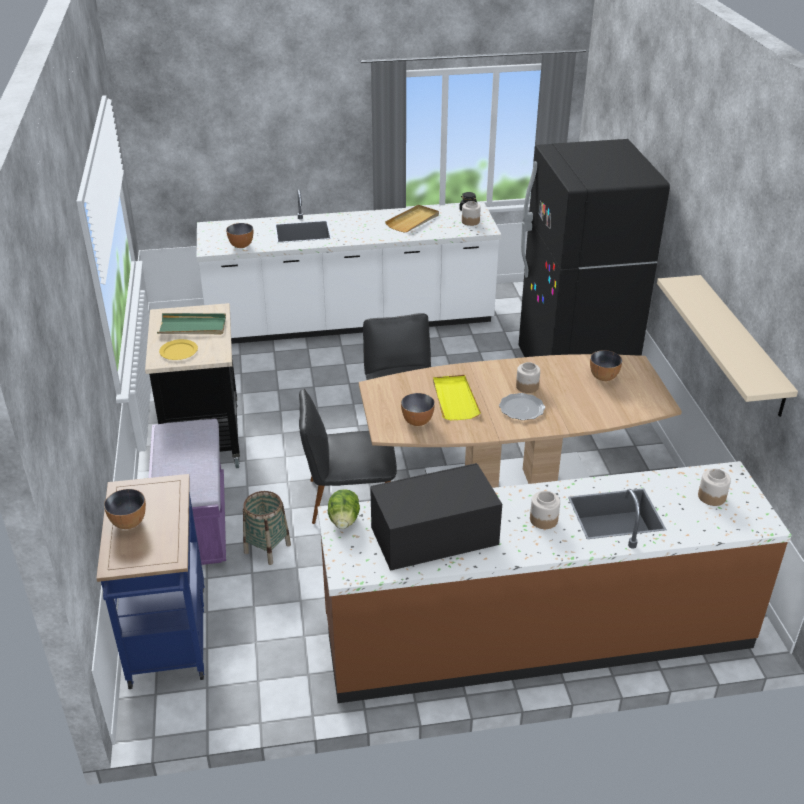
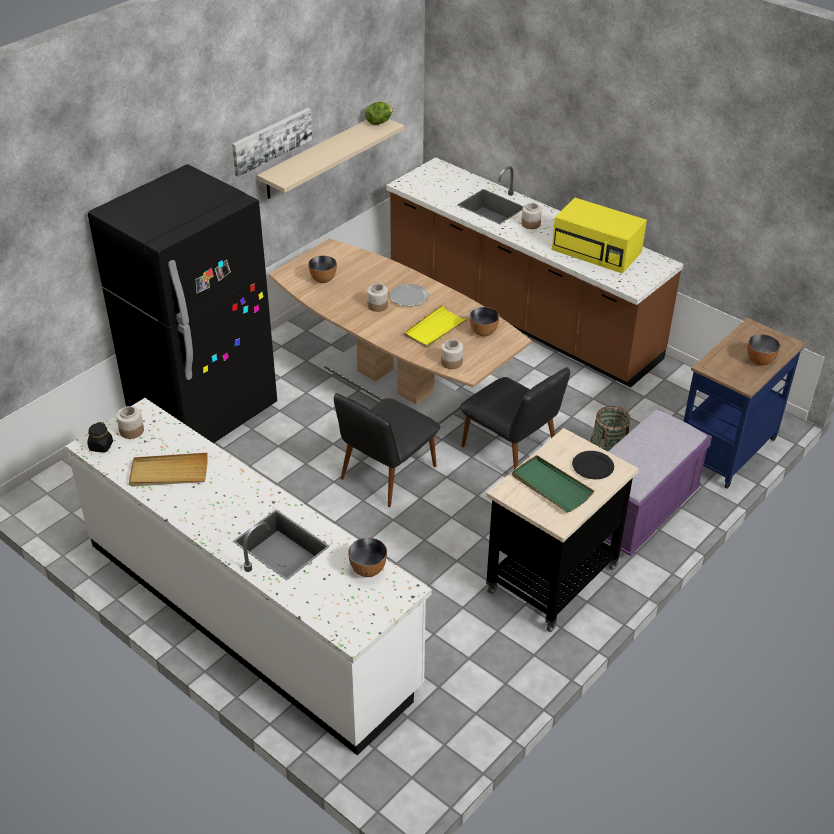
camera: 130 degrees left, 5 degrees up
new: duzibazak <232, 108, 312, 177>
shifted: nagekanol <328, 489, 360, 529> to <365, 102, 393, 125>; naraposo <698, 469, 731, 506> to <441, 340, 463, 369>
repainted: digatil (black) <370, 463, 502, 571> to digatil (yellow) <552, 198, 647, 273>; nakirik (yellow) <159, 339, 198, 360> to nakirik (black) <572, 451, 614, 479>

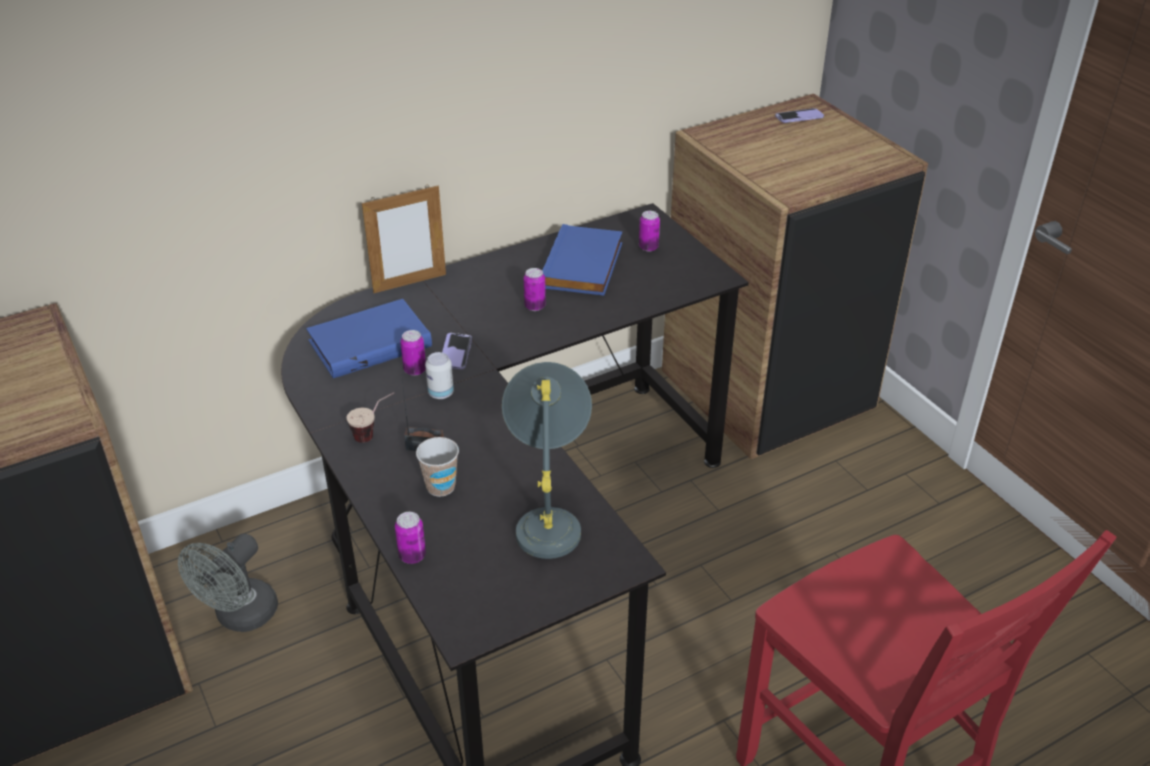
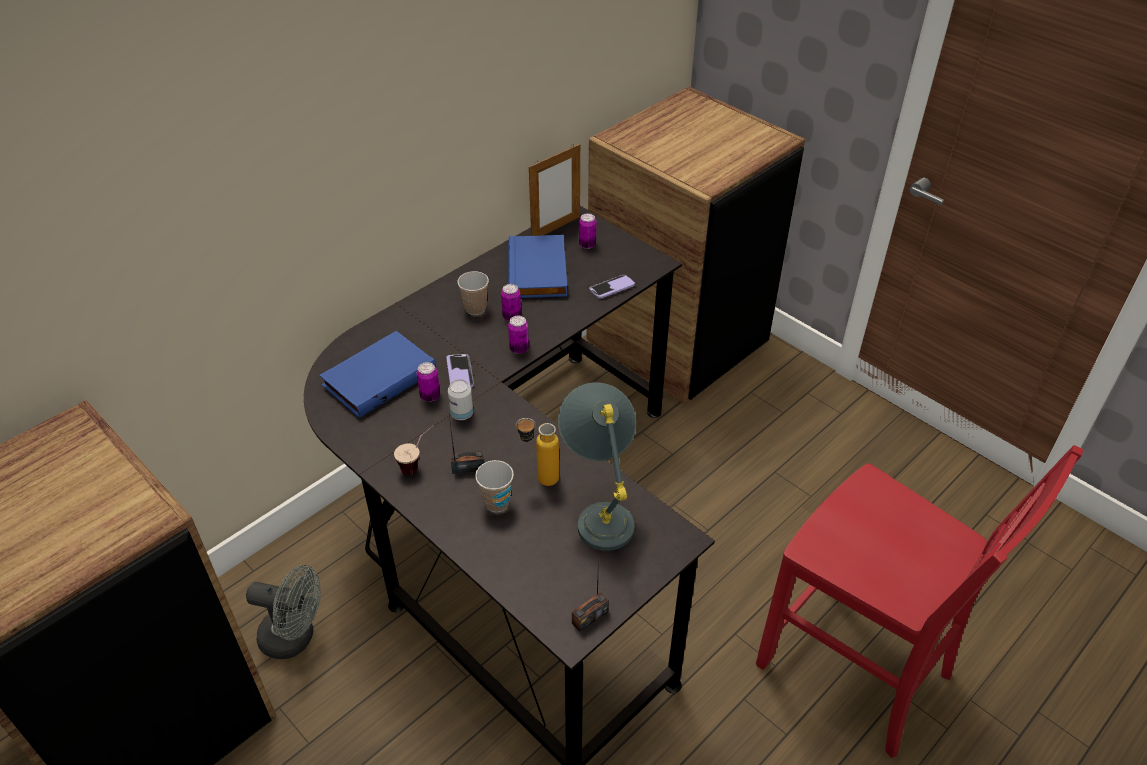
camera: 15 degrees left, 5 degrees up
new: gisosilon <457, 271, 489, 315>; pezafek <516, 418, 559, 486>; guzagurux <572, 551, 609, 632>
shifted: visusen <395, 512, 426, 564> to <508, 316, 529, 354>; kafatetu <362, 185, 446, 293> to <529, 144, 580, 236>; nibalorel <775, 108, 824, 123> to <589, 275, 635, 299>
rotated: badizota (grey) <178, 533, 278, 632> = <246, 565, 321, 659> 90 degrees counterclockwise

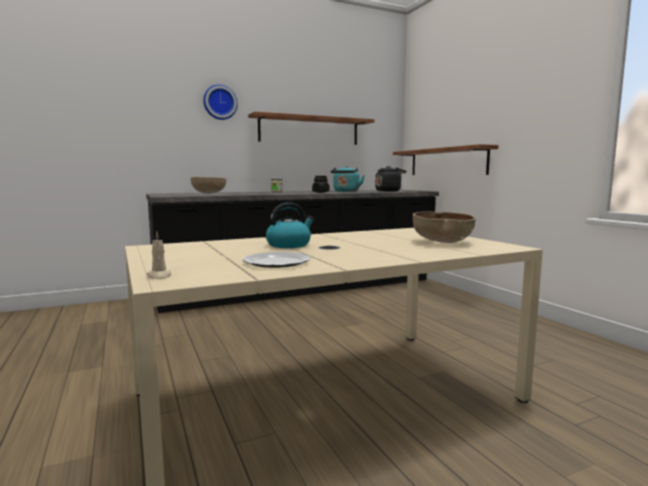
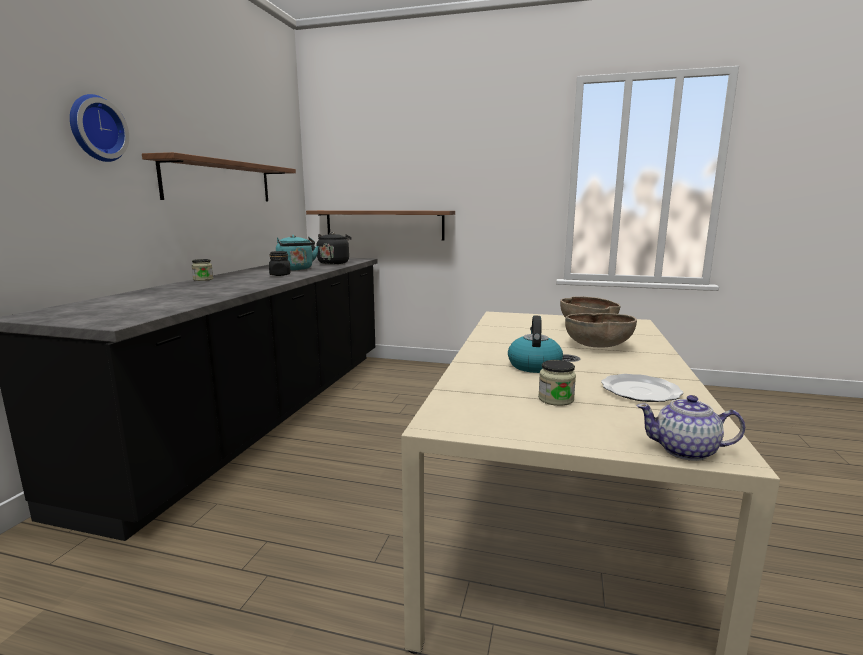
camera: 50 degrees left, 5 degrees up
new: naraposo <538, 360, 576, 406>
shifted: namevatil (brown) <191, 177, 226, 194> to <565, 313, 637, 347>
swapped: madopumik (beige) <147, 231, 171, 279> to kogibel <637, 395, 745, 461>

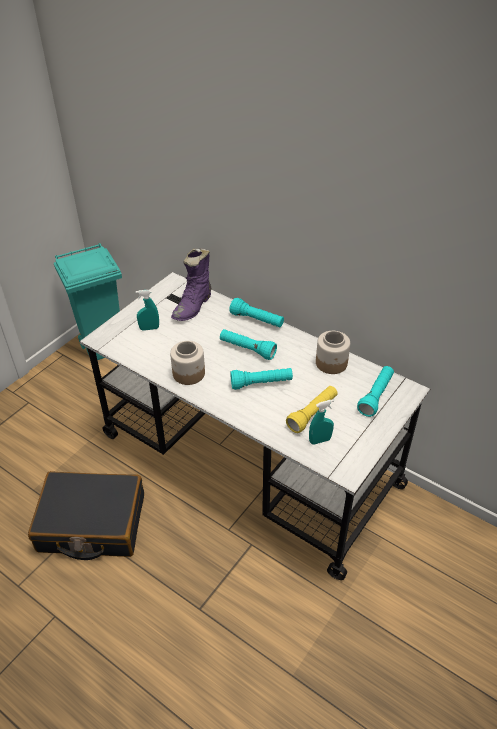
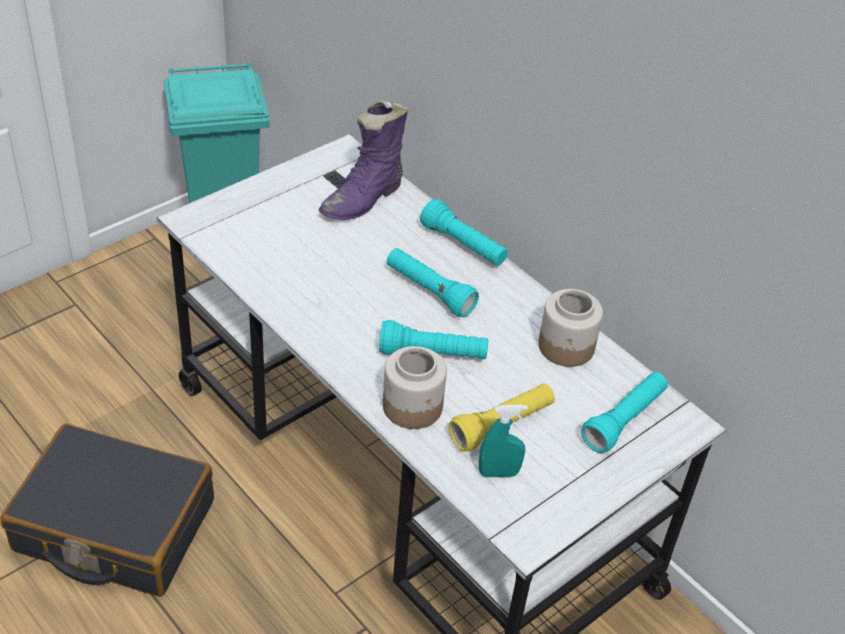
camera: 10 degrees right, 0 degrees up
gone: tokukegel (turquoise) <136, 290, 159, 331>
shifted: naraposo <170, 341, 205, 385> to <383, 346, 447, 429>

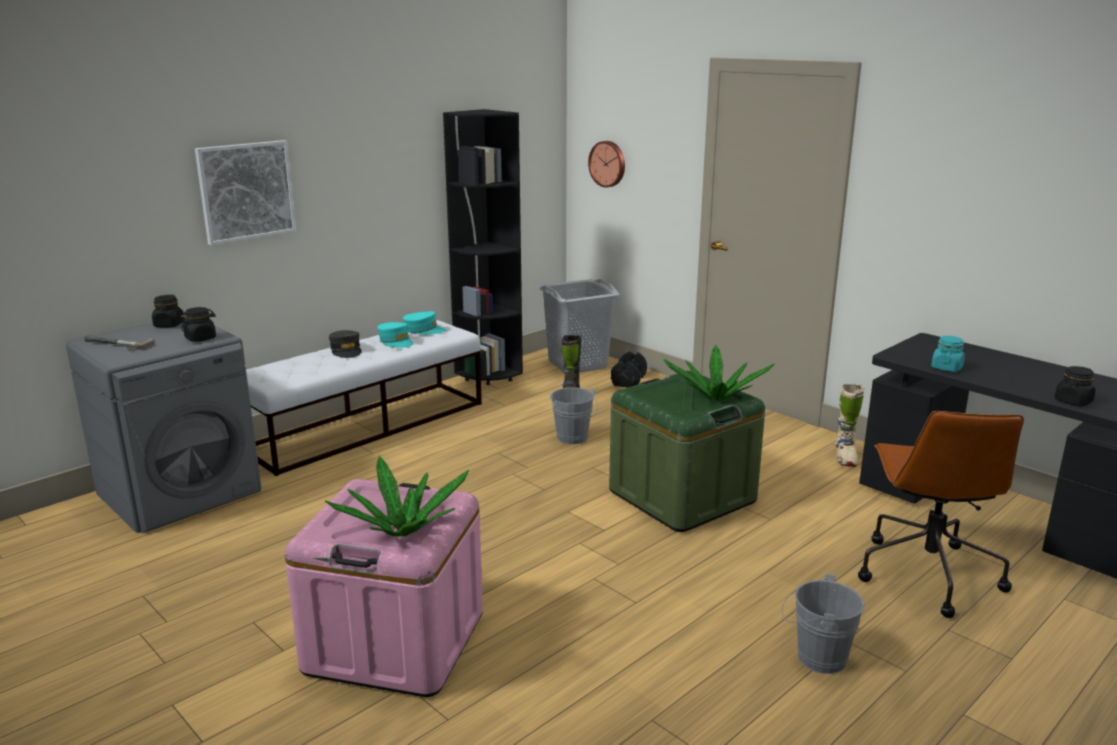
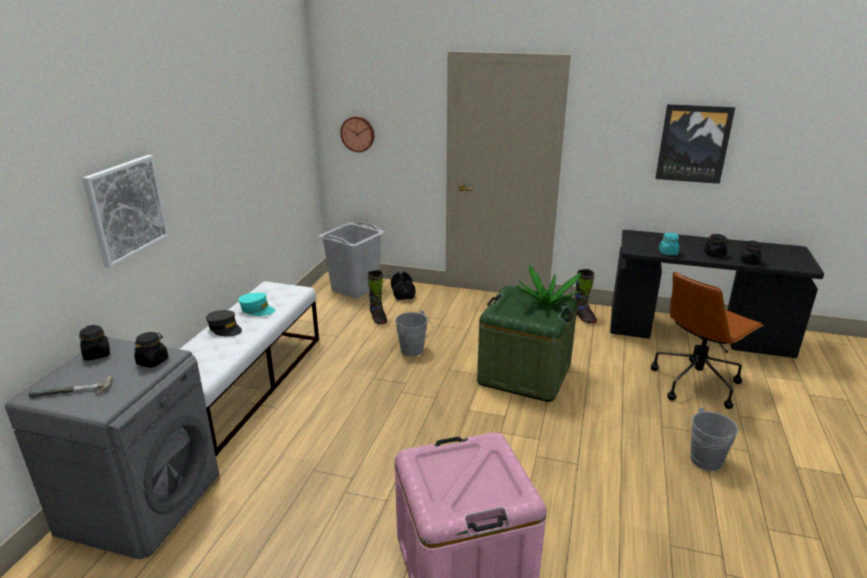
camera: 30 degrees left, 5 degrees up
gone: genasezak <325, 456, 469, 536>; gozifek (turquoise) <403, 311, 446, 335>; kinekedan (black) <443, 109, 523, 385>
new: duzibazak <655, 104, 735, 184>; naraposo (black) <704, 234, 729, 257>
repainted: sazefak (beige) <835, 384, 865, 467> to sazefak (black) <575, 269, 597, 323>
rotated: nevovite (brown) <858, 411, 1024, 618> = <651, 272, 764, 409> 75 degrees clockwise

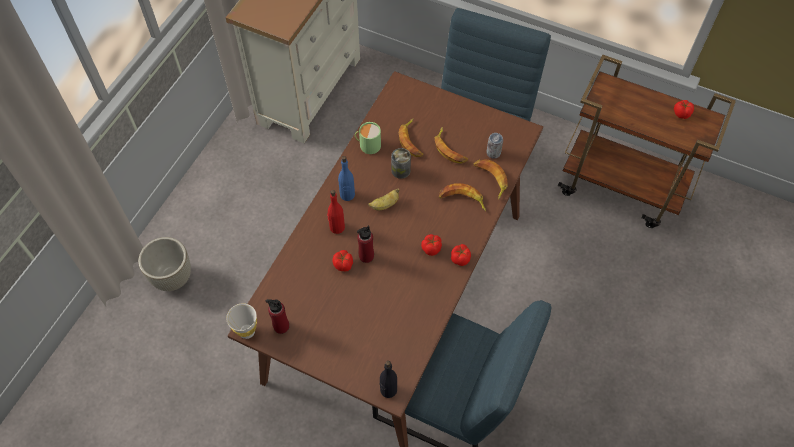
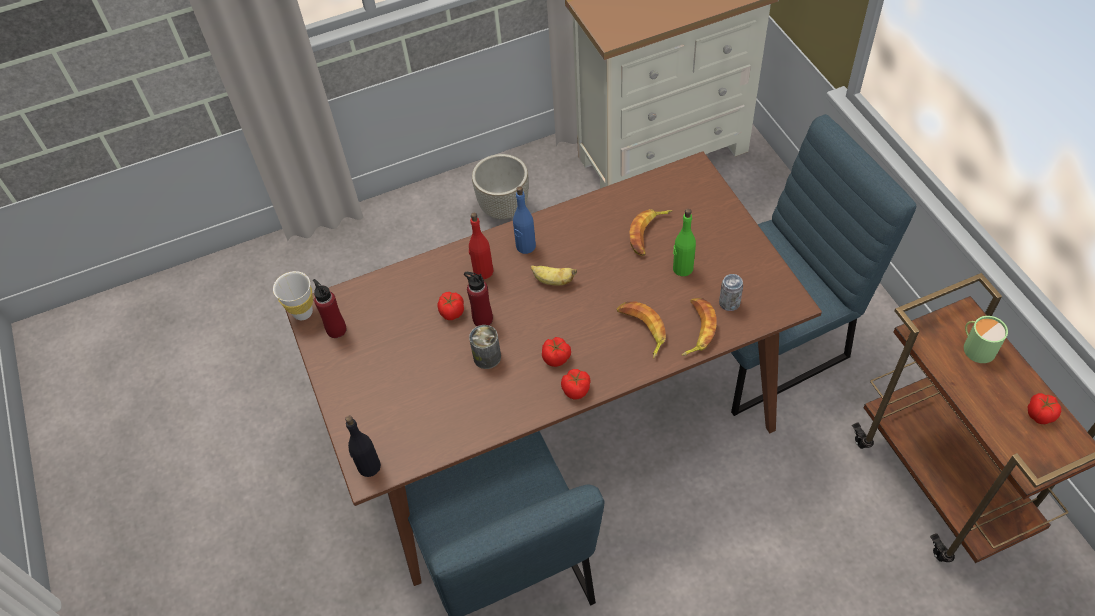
camera: 45 degrees right, 5 degrees down
shifted: visusen <391, 148, 411, 179> to <469, 325, 501, 369>; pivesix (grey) <138, 237, 191, 291> to <472, 154, 529, 219>; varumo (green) <355, 122, 381, 154> to <963, 316, 1008, 363>
swapped: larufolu <435, 127, 468, 164> to pezafek (green) <673, 209, 696, 276>

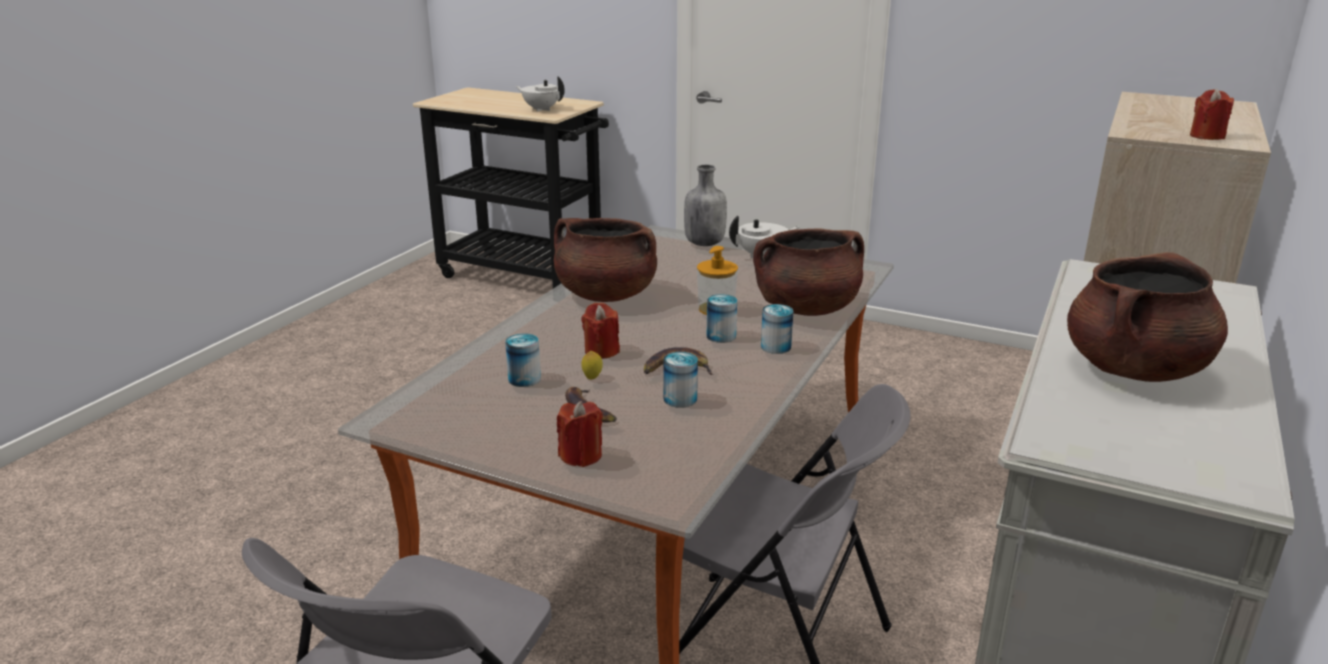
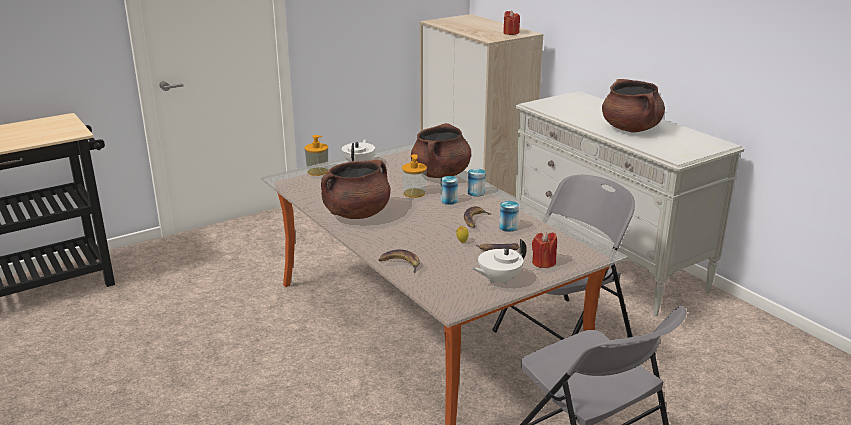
camera: 60 degrees left, 0 degrees up
gone: visusen <505, 333, 541, 387>; madopumik (red) <582, 303, 620, 359>
new: larufolu <379, 249, 420, 273>
shifted: kogibel (white) <516, 76, 565, 112> to <471, 239, 527, 285>
swapped: pezafek (grey) <684, 165, 727, 246> to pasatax <305, 135, 328, 176>

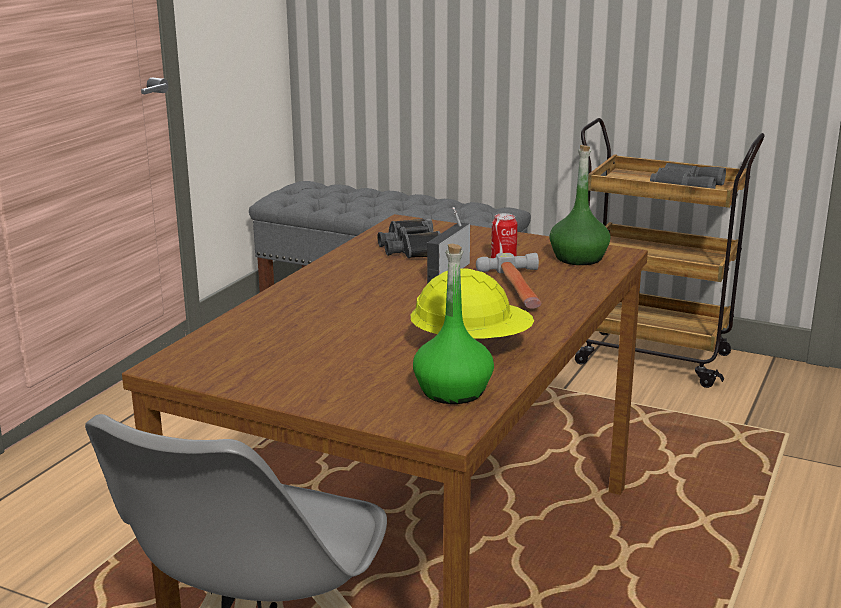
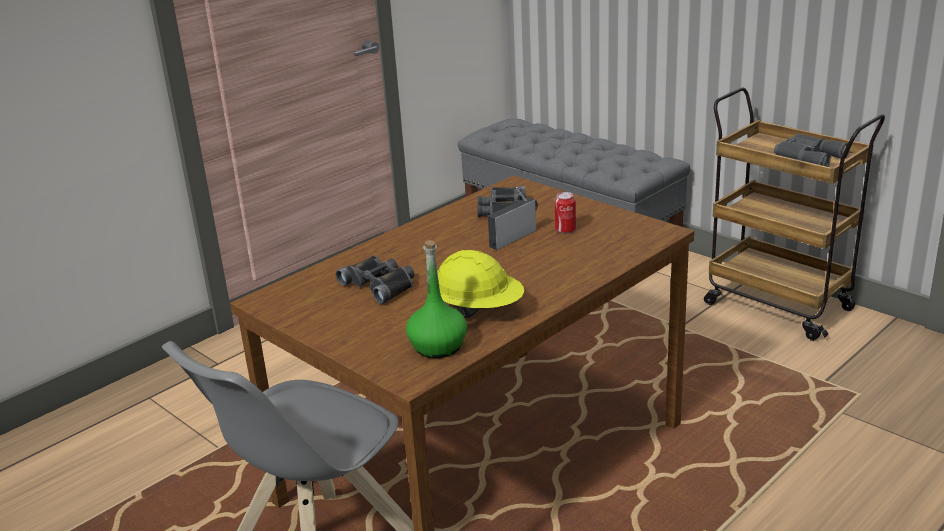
camera: 20 degrees right, 5 degrees up
gone: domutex <476, 253, 541, 309>; pezafek (green) <549, 145, 610, 265>
new: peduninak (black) <336, 255, 414, 304>

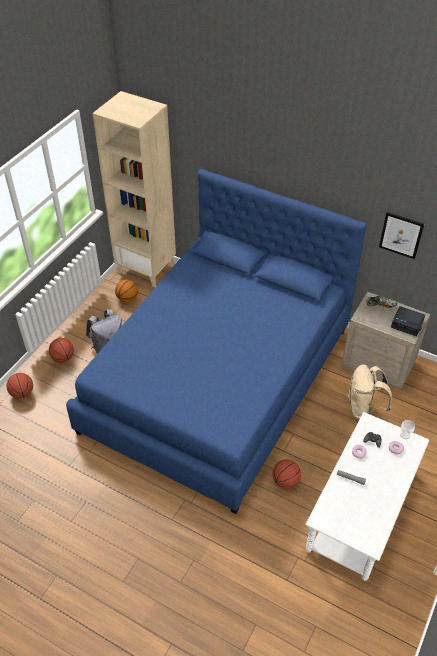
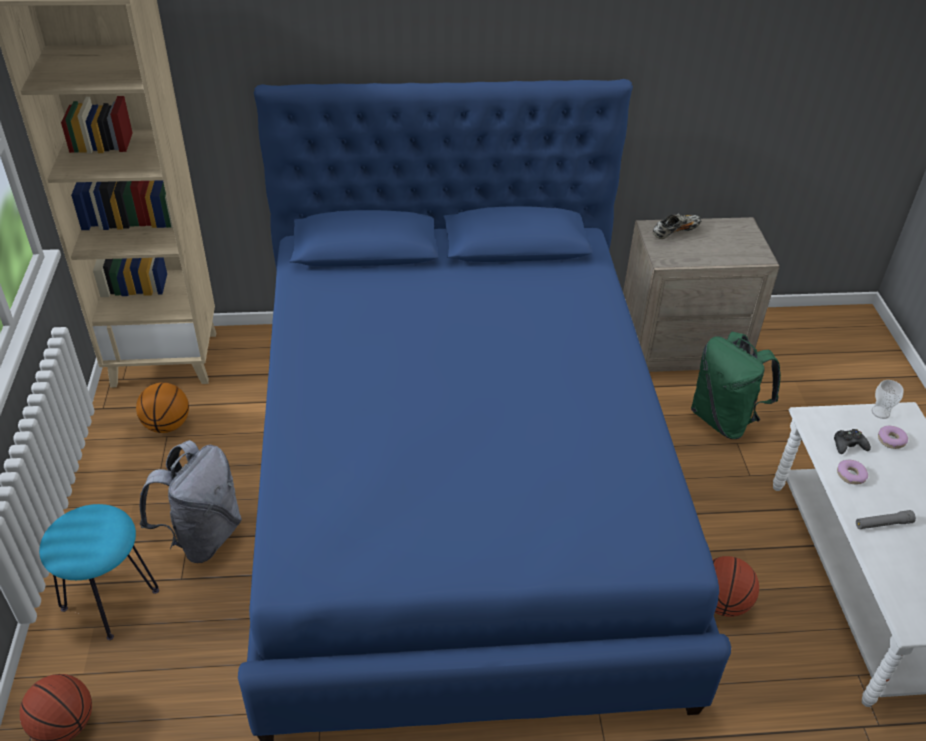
camera: 35 degrees left, 5 degrees down
gone: duzibazak <379, 212, 424, 259>; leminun <391, 306, 425, 336>
swapped: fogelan <49, 338, 74, 362> to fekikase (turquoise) <39, 504, 159, 640>
repainted: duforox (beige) <348, 364, 392, 419> to duforox (green) <691, 332, 781, 439>

